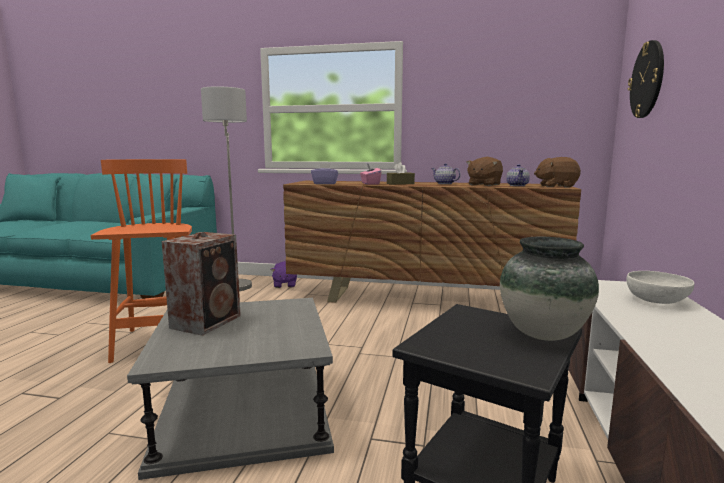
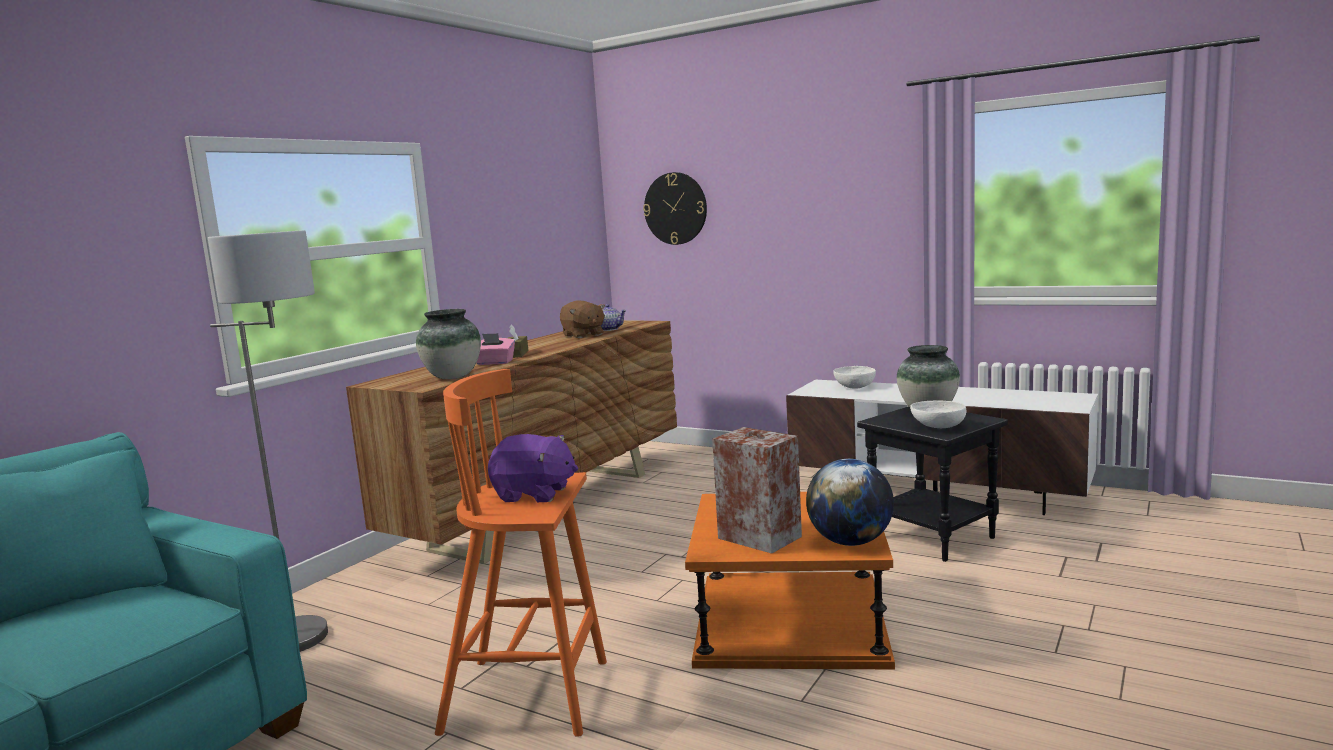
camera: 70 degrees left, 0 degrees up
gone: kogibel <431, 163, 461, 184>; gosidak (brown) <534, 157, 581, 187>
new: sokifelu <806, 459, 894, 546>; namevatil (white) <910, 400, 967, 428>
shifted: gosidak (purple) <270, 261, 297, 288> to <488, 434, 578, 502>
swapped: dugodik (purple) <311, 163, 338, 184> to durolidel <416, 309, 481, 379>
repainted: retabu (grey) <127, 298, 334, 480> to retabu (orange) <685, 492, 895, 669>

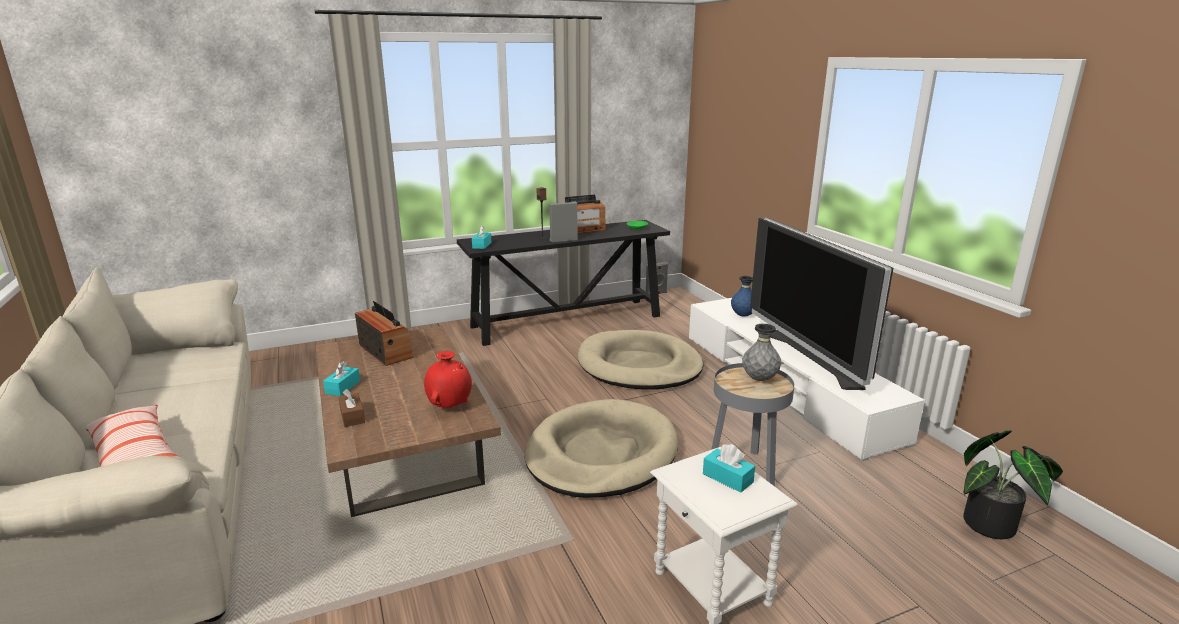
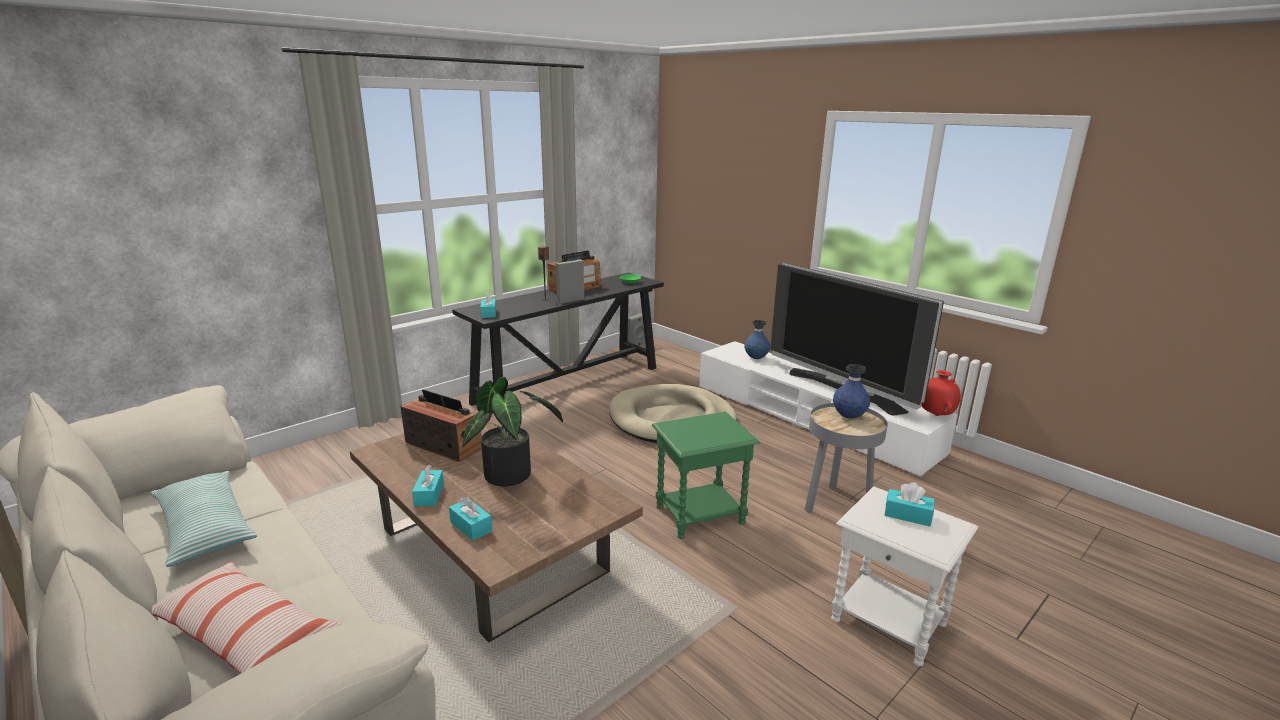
camera: 20 degrees left, 0 degrees up
new: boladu <151, 471, 257, 567>
shifted: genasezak <963, 430, 1063, 539> to <463, 377, 563, 486>; durolidel (red) <424, 351, 472, 408> to <921, 370, 961, 416>
swapped: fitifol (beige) <525, 399, 678, 498> to retabu (green) <652, 412, 760, 539>
repainted: dugodik (brown) <338, 389, 365, 427> to dugodik (turquoise) <449, 496, 492, 541>; durolidel (grey) <742, 324, 781, 381> to durolidel (blue) <833, 364, 870, 419>

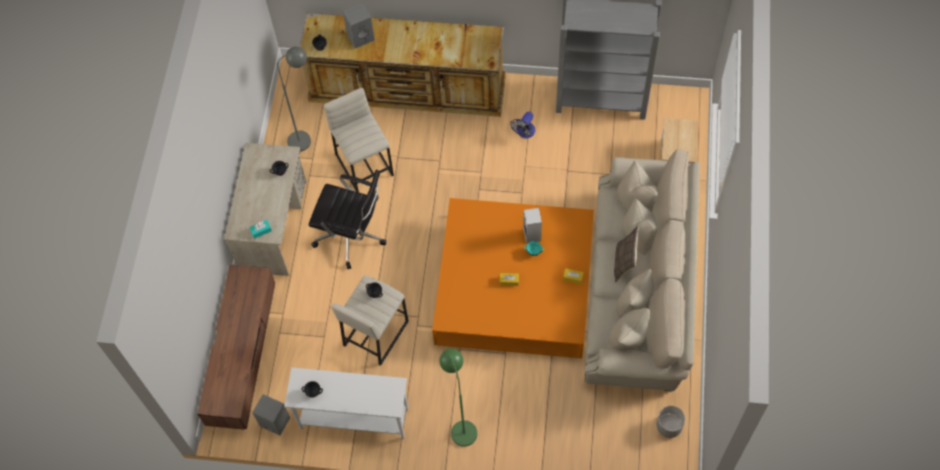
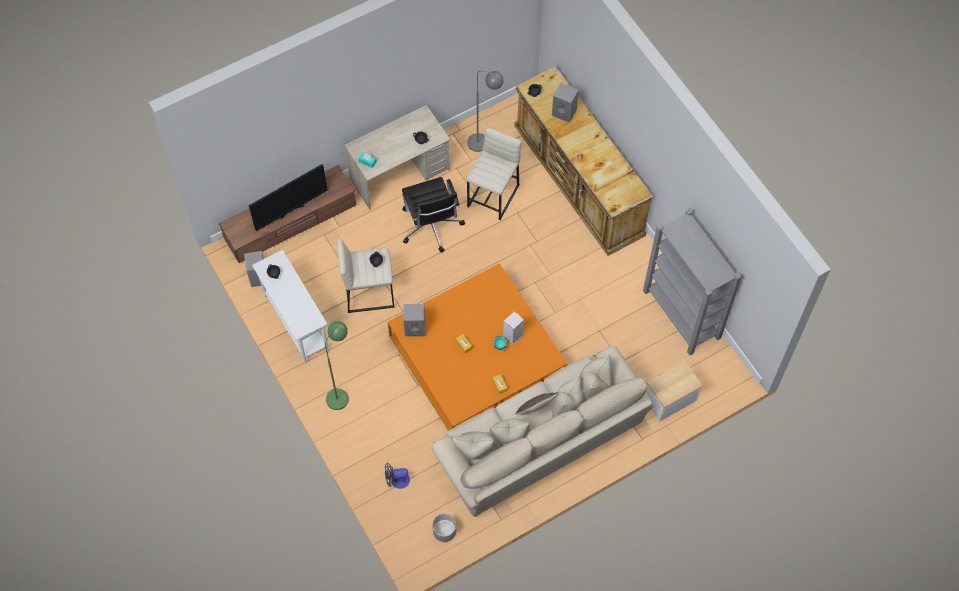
camera: 50 degrees right, 0 degrees up
new: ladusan <249, 164, 328, 231>; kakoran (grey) <403, 304, 425, 337>
shifted: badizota <510, 112, 535, 138> to <385, 463, 410, 489>

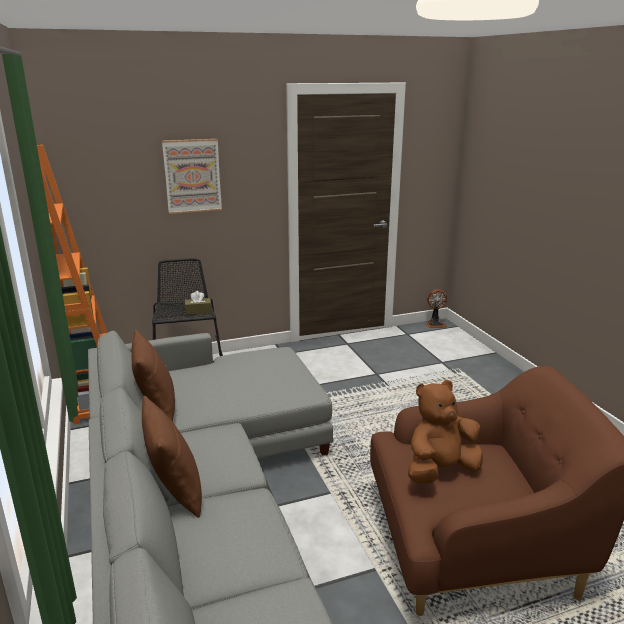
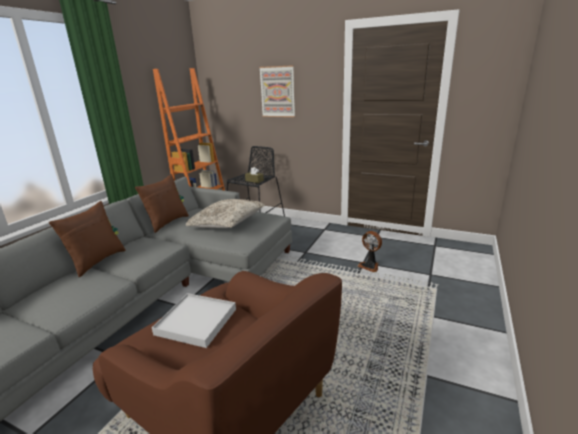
camera: 45 degrees right, 0 degrees up
new: boladu (beige) <186, 199, 265, 228>
shifted: badizota <426, 289, 447, 328> to <358, 231, 382, 272>
swapped: gosidak (brown) <408, 380, 483, 483> to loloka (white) <152, 293, 236, 348>

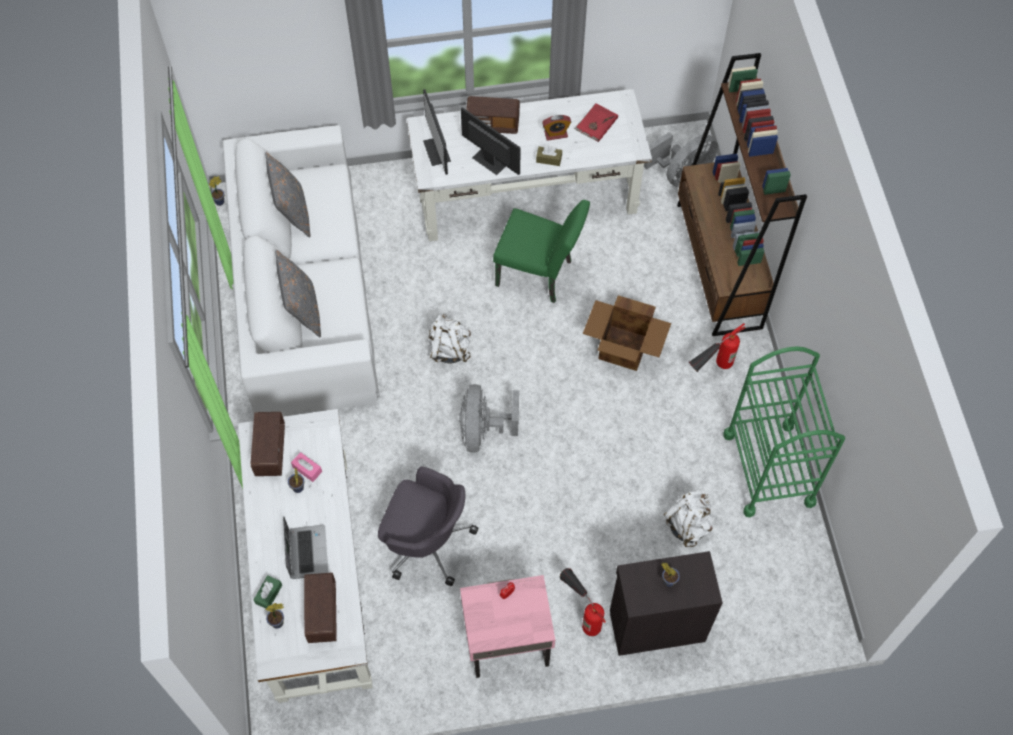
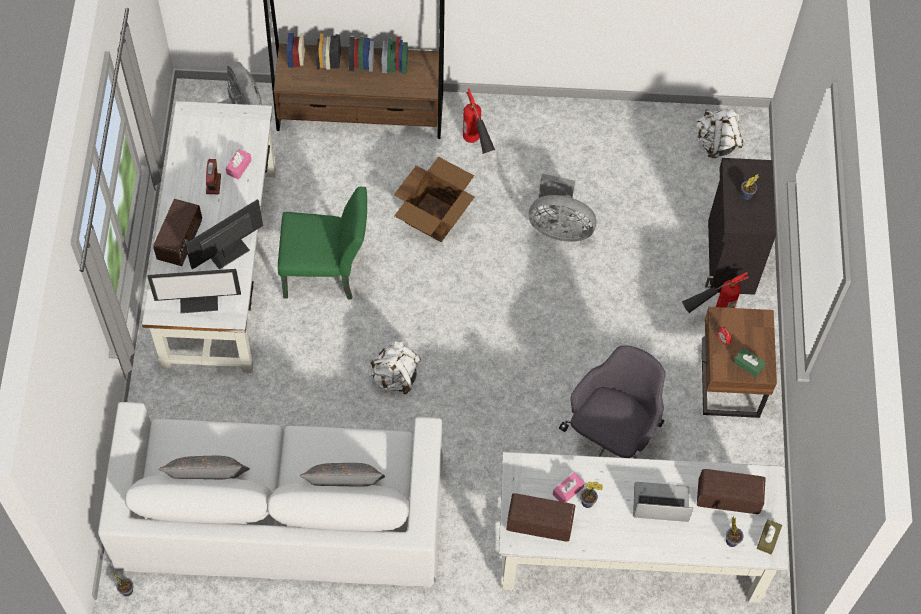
camera: 80 degrees left, 0 degrees up
gone: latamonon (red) <574, 104, 618, 142>; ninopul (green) <723, 346, 845, 517>
new: dugodik (pink) <226, 149, 252, 180>
shifted: badizota (grey) <459, 384, 519, 453> to <529, 174, 596, 242>; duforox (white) <664, 491, 713, 547> to <696, 108, 743, 158>; dugodik (green) <254, 575, 282, 609> to <733, 348, 766, 377>; dugodik (brown) <536, 146, 562, 166> to <757, 519, 782, 554>
repainted: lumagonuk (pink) <460, 575, 555, 678> to lumagonuk (brown) <702, 307, 777, 418>
rotated: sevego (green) <493, 200, 590, 303> = <278, 187, 367, 300> 60 degrees clockwise

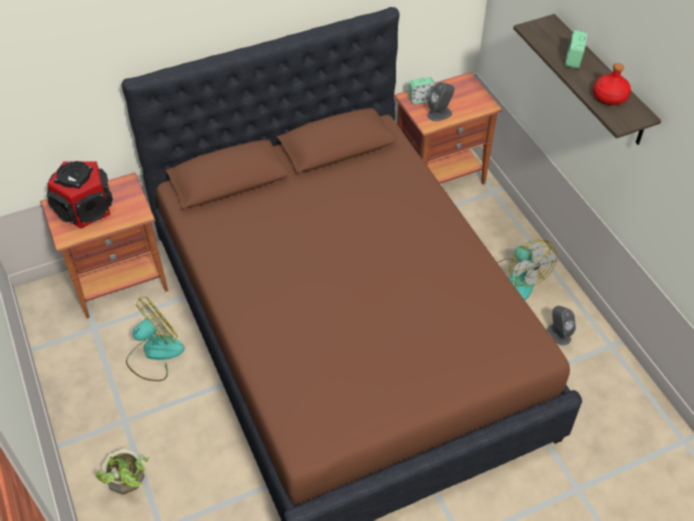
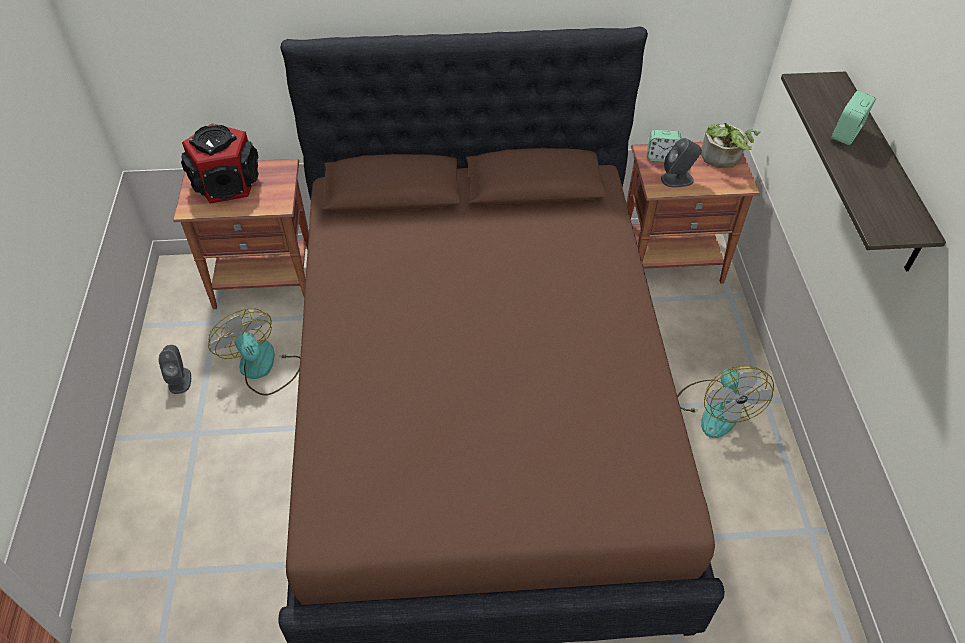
camera: 20 degrees right, 0 degrees up
gone: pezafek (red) <593, 63, 631, 105>
shifted: kakoran (grey) <547, 306, 576, 346> to <159, 345, 191, 394>; genasezak <96, 449, 149, 495> to <701, 123, 760, 168>
rotated: badizota <126, 297, 185, 381> = <208, 308, 300, 396> 105 degrees counterclockwise

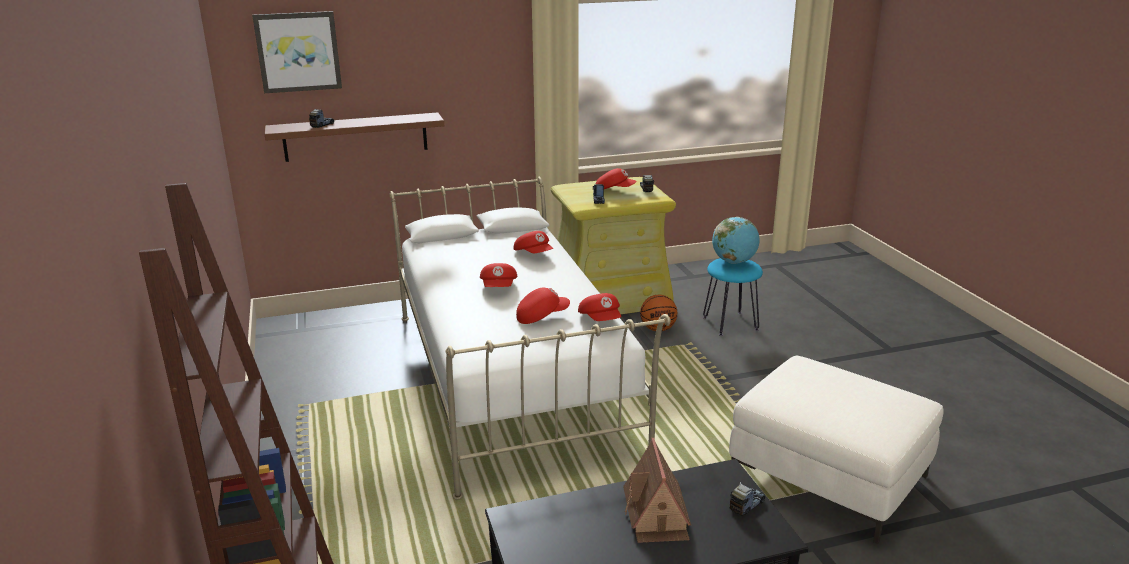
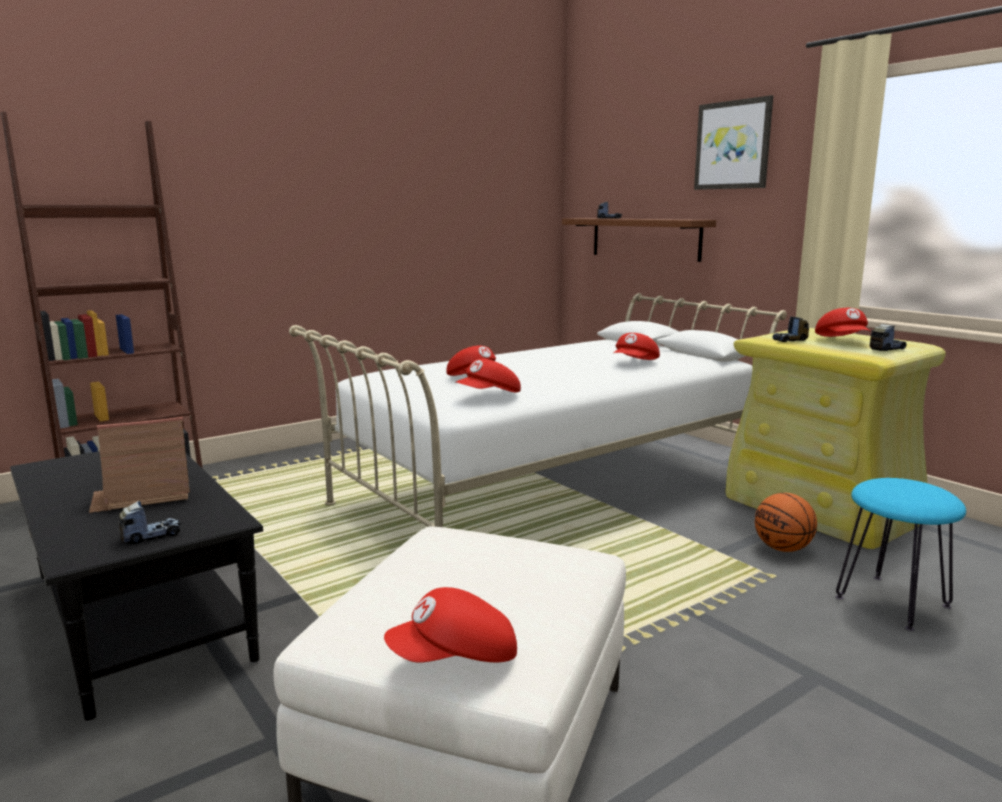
camera: 70 degrees right, 10 degrees down
gone: sokifelu <712, 217, 760, 264>
shifted: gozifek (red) <480, 263, 518, 287> to <384, 587, 517, 662>; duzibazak <252, 11, 342, 93> to <694, 95, 773, 190>
rotated: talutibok <730, 482, 765, 516> = <119, 501, 181, 544> 60 degrees counterclockwise

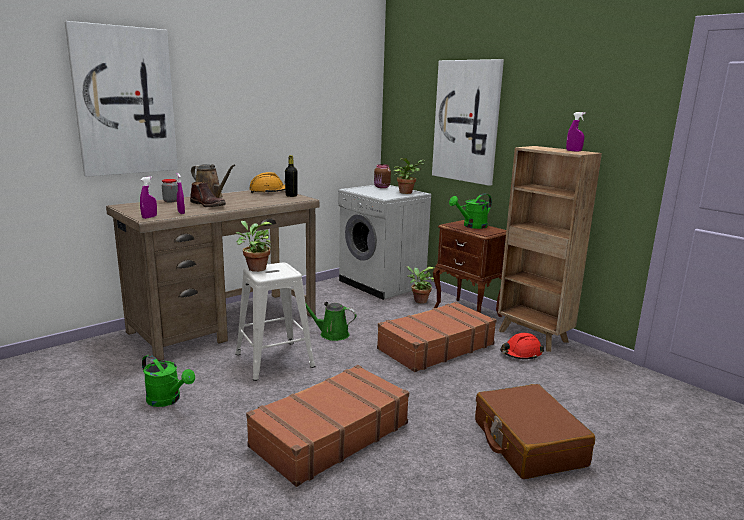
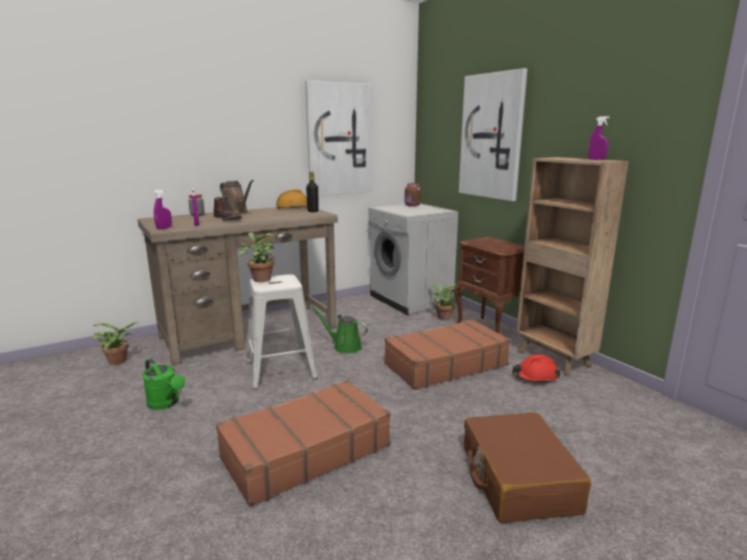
camera: 10 degrees right, 0 degrees up
gone: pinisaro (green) <449, 193, 492, 229>
shifted: genasezak <394, 158, 425, 194> to <92, 322, 139, 365>; duzibazak <65, 21, 178, 177> to <305, 80, 372, 196>

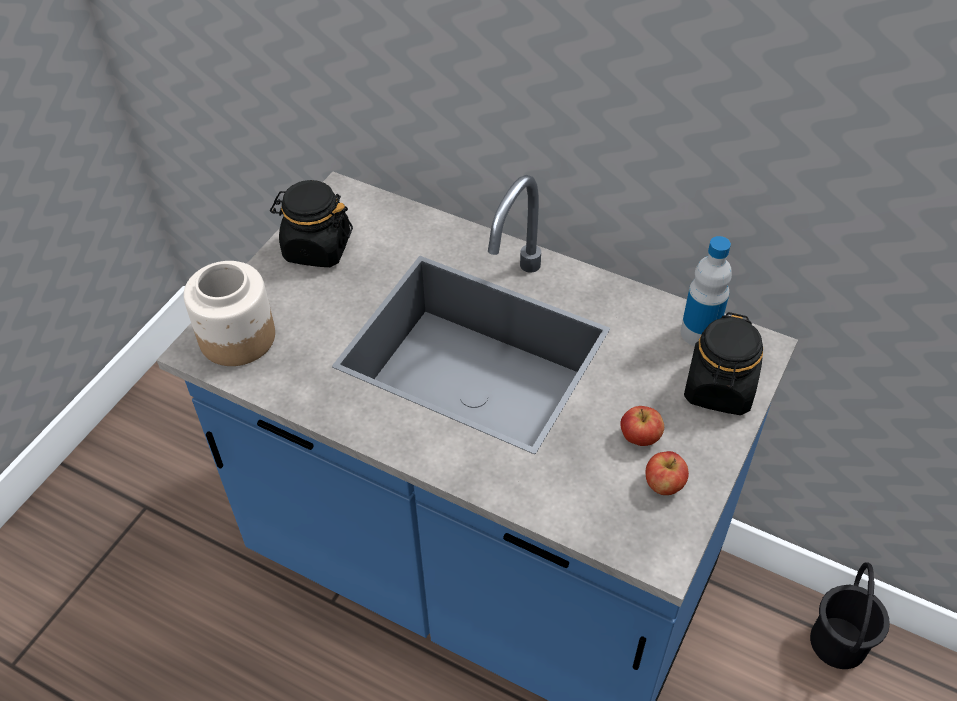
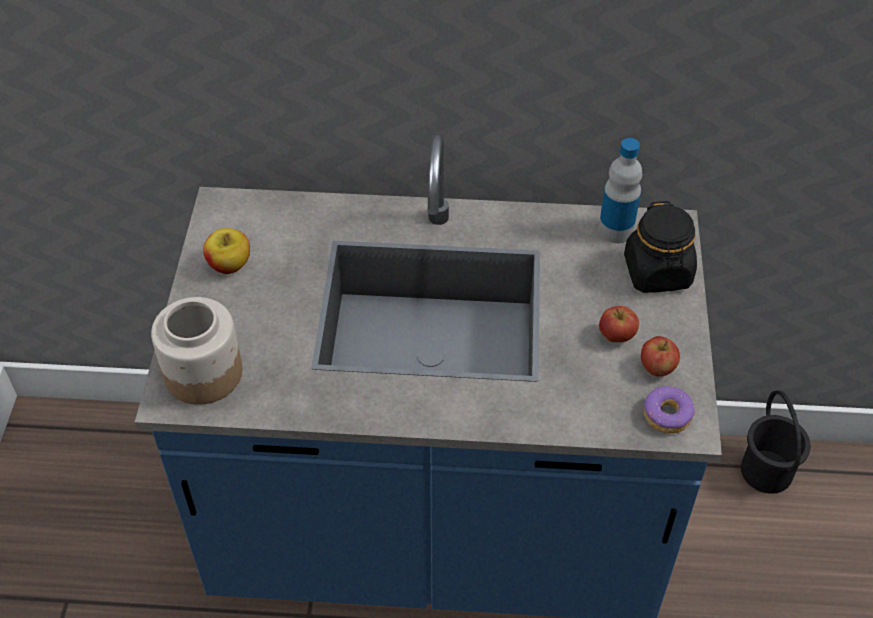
camera: 25 degrees left, 0 degrees up
new: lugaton <644, 386, 695, 433>
swapped: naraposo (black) <270, 180, 353, 267> to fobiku <203, 228, 250, 274>

